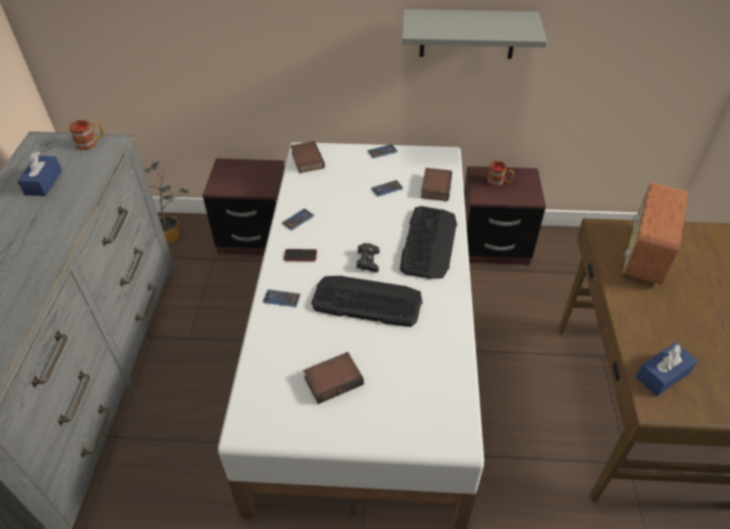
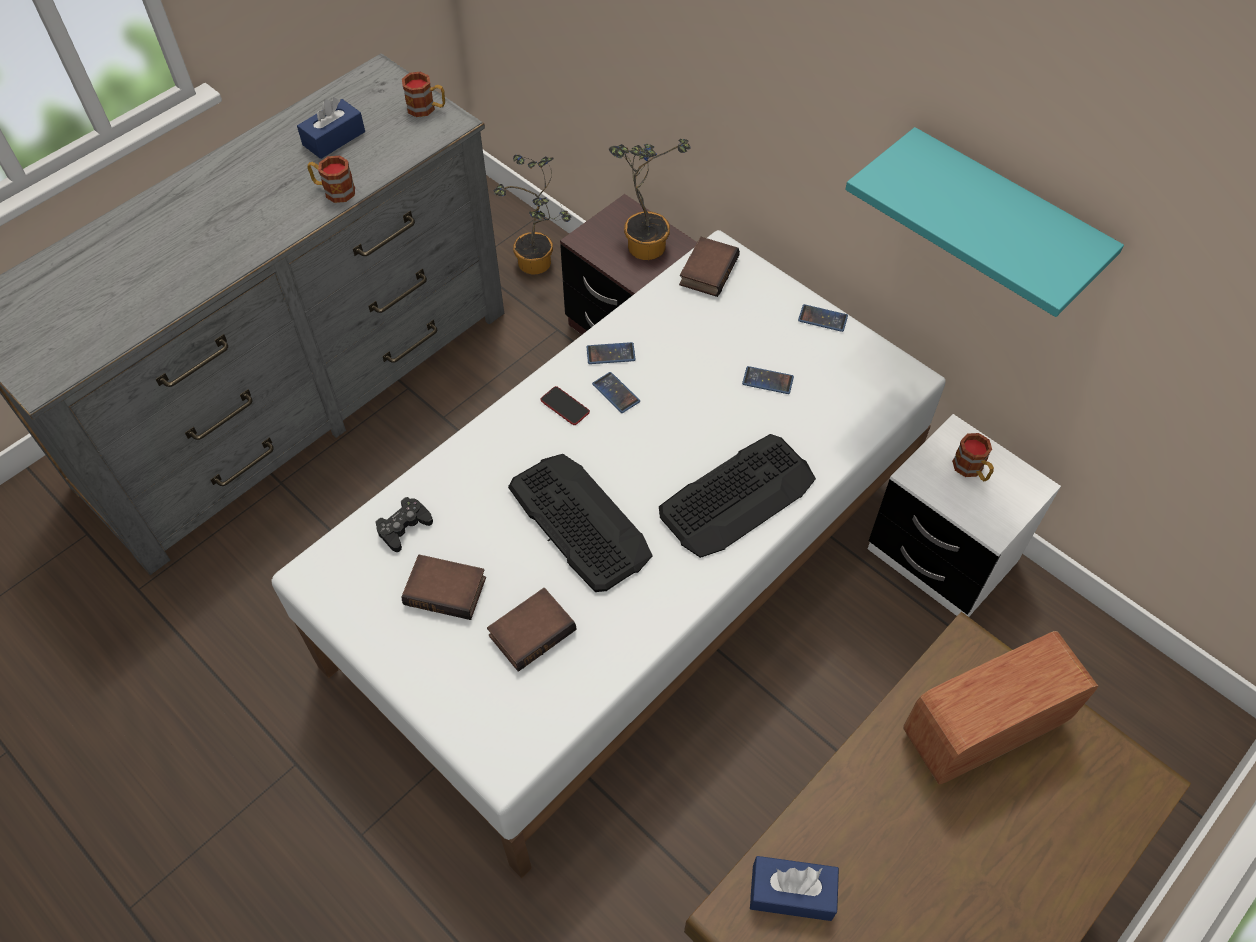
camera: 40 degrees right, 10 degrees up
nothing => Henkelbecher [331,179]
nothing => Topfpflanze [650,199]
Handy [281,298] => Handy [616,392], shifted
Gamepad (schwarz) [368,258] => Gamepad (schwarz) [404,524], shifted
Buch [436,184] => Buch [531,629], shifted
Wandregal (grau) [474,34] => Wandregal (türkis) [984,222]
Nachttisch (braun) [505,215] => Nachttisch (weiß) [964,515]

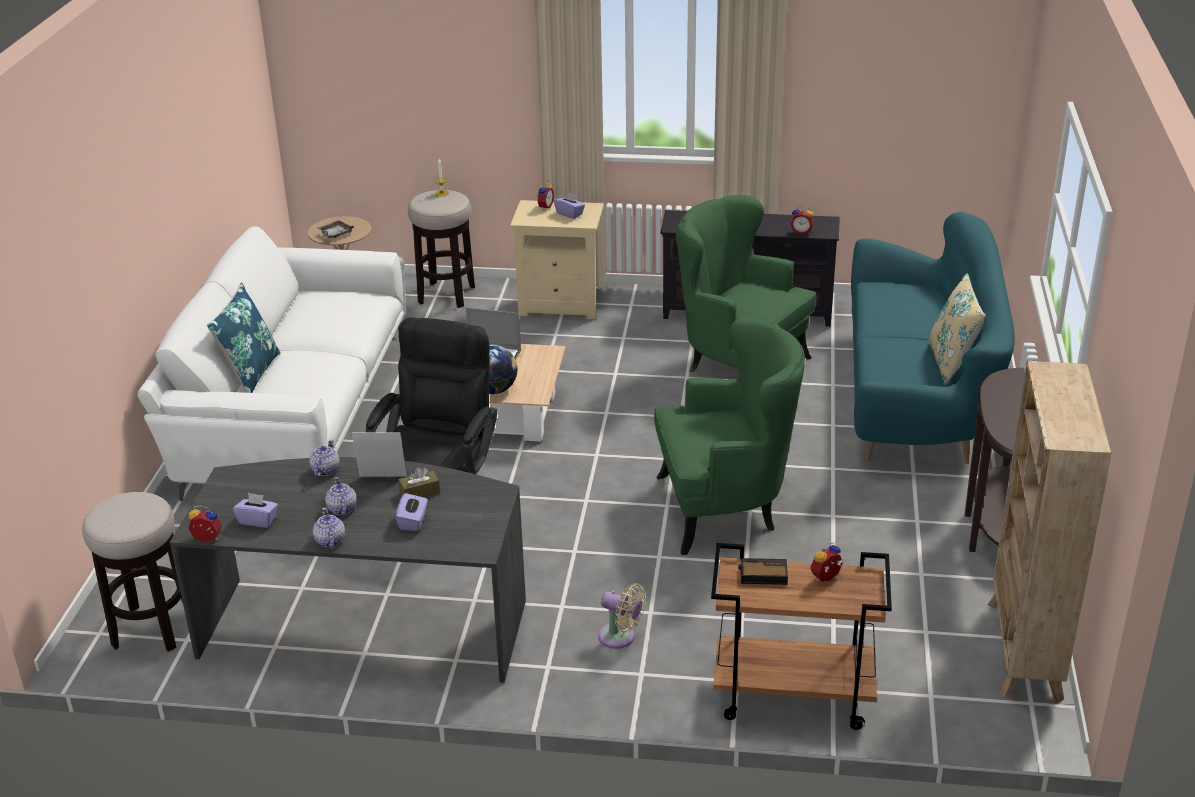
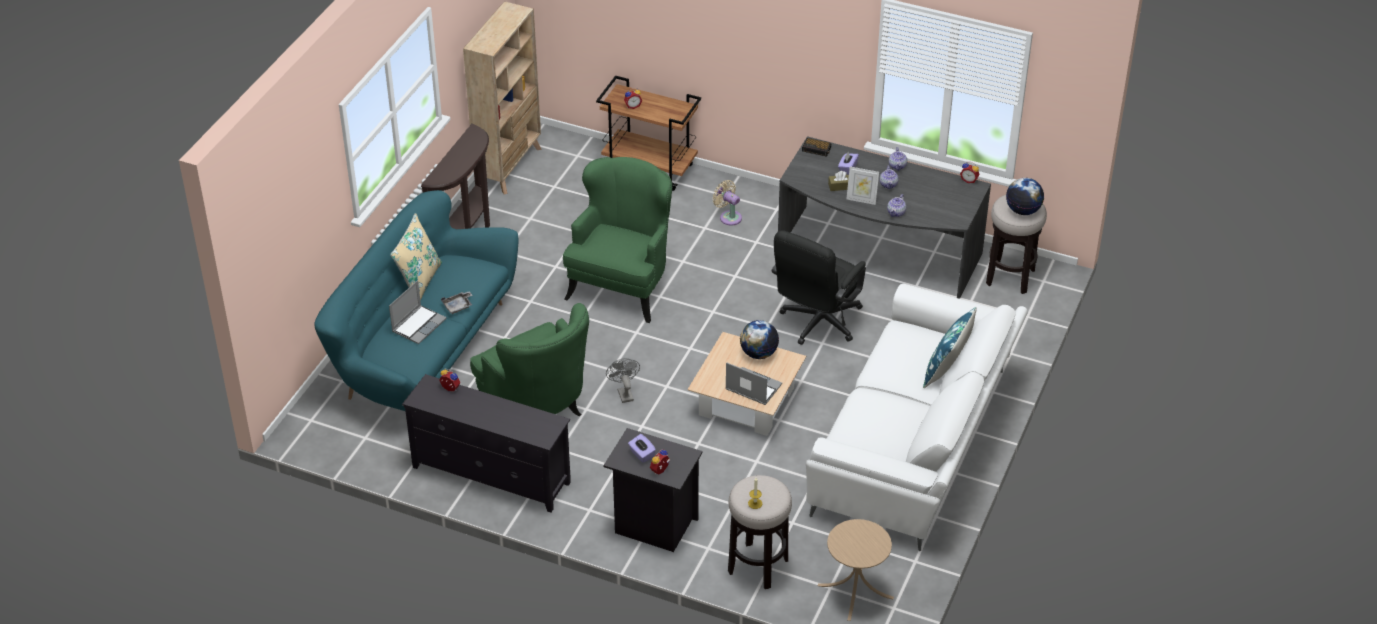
camera: 165 degrees left, 10 degrees up
Taschentuchbox (lila) [255,510] => nothing
nothing => Laptop [418,312]
nothing => Ventilator (grau) [623,380]
nothing => Globus [1025,196]
Tablett (grau) [336,229] => Tablett (grau) [457,302], shifted
Wecker [763,571] => Wecker [816,147], shifted
Nachttisch (beige) [557,259] => Nachttisch (schwarz) [653,490]
Sessel (grün) [729,435] => Sessel (grün) [617,240], 105 degrees clockwise

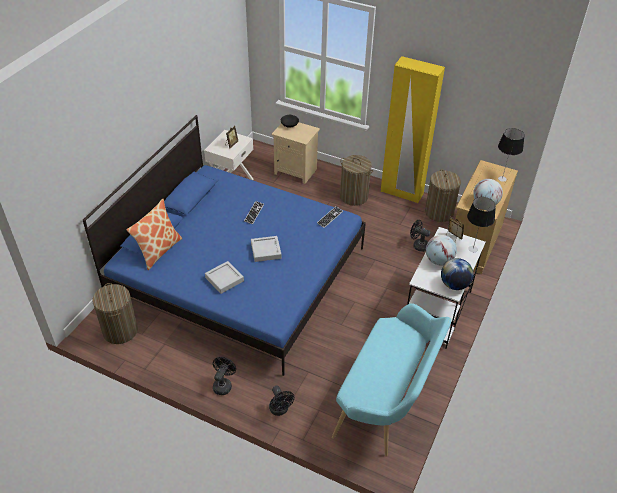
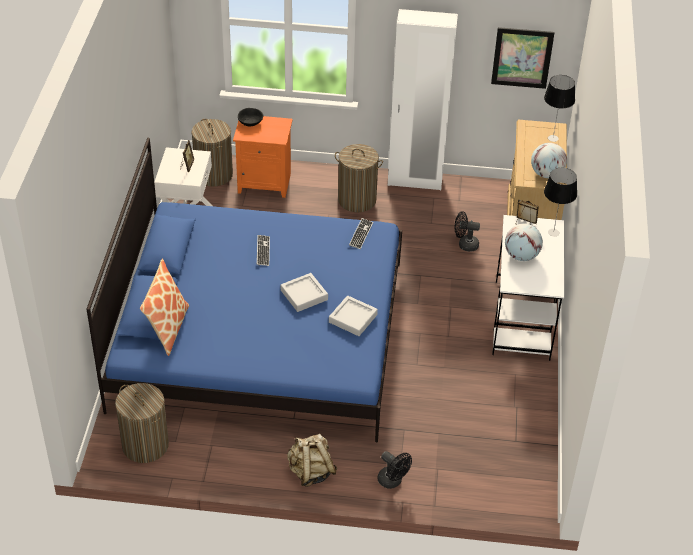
camera: 20 degrees left, 0 degrees up
Bank (türkis) [391,380] => nothing
Globus [457,274] => nothing
nothing => Bild [523,58]
Tablett (grau) [224,277] => Tablett (grau) [353,316], shifted
Wäschekorb [443,196] => Wäschekorb [212,153], shifted
Ventilator (schwarz) [224,376] => Rucksack (beige) [312,460]
Nachttisch (beige) [296,153] => Nachttisch (orange) [263,157]
Kleiderschrank (gelb) [413,129] => Kleiderschrank (weiß) [423,99]

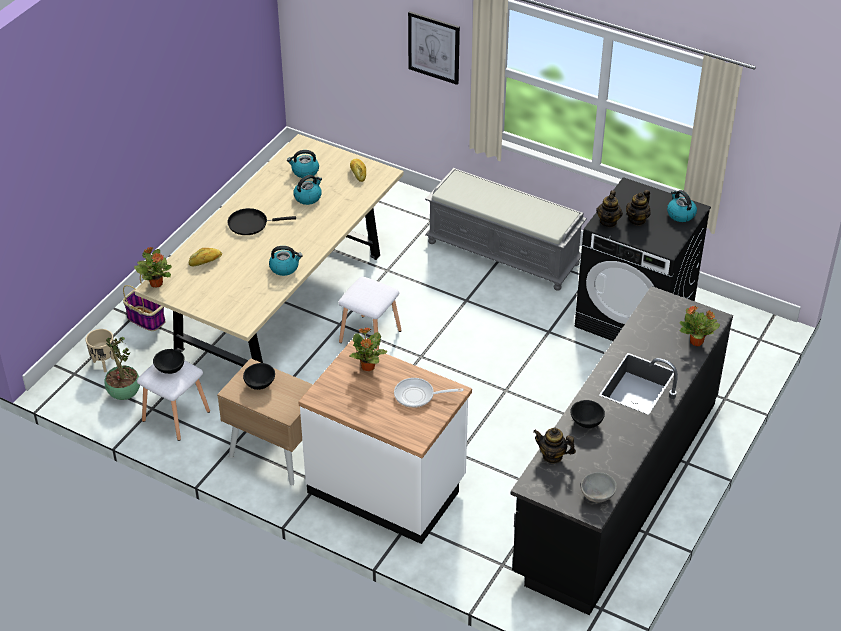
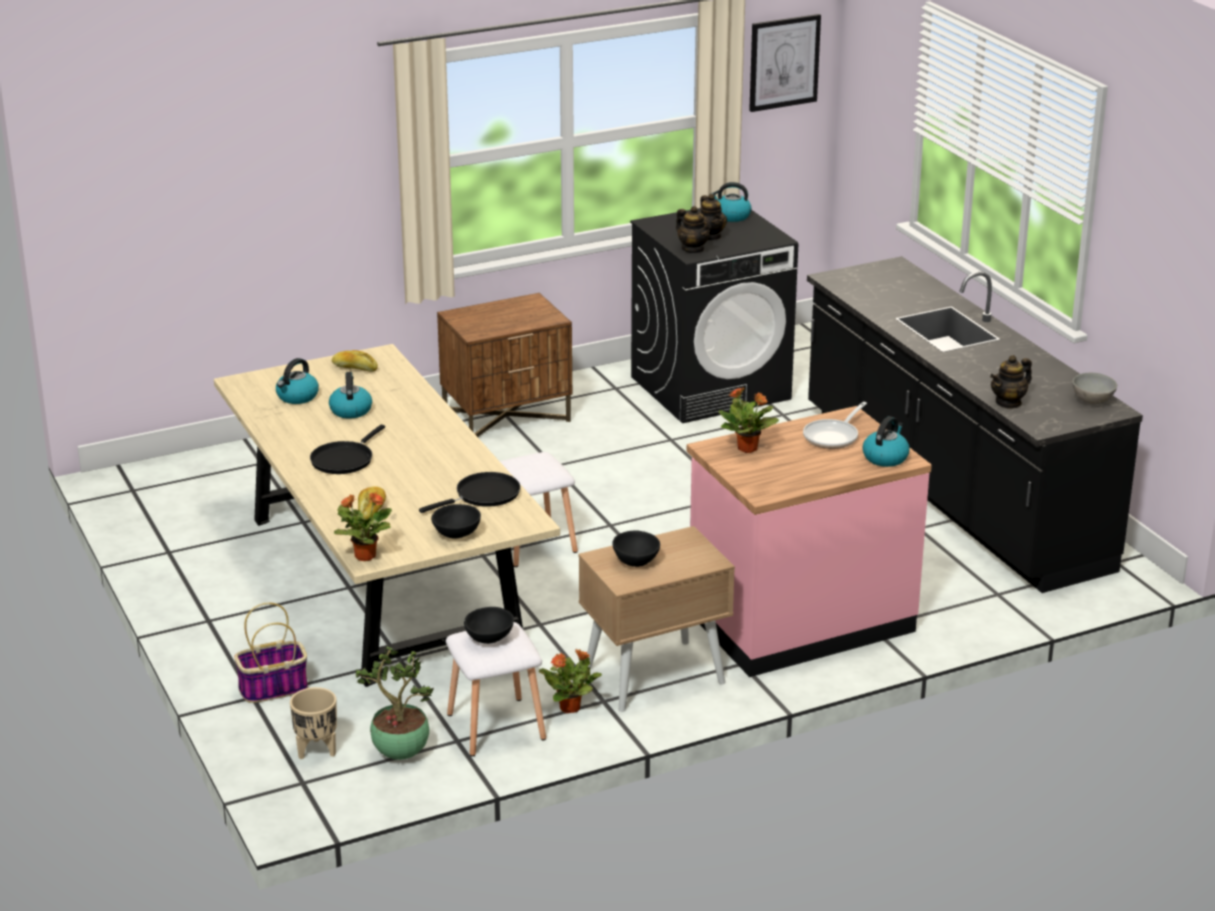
camera: 55 degrees left, 15 degrees down
nothing => Pfanne (schwarz) [469,492]
Wasserkessel [286,261] => Wasserkessel [886,441], shifted
Bild [434,48] => Bild [785,63], shifted
Schüssel (schwarz) [587,414] => Schüssel (schwarz) [456,521], shifted
Topfpflanze [700,326] => Topfpflanze [570,681], shifted
Bank (grau) [506,229] => Nachttisch (braun) [504,365]
Küchenzeile (weiß) [385,442] => Küchenzeile (rosa) [809,541]

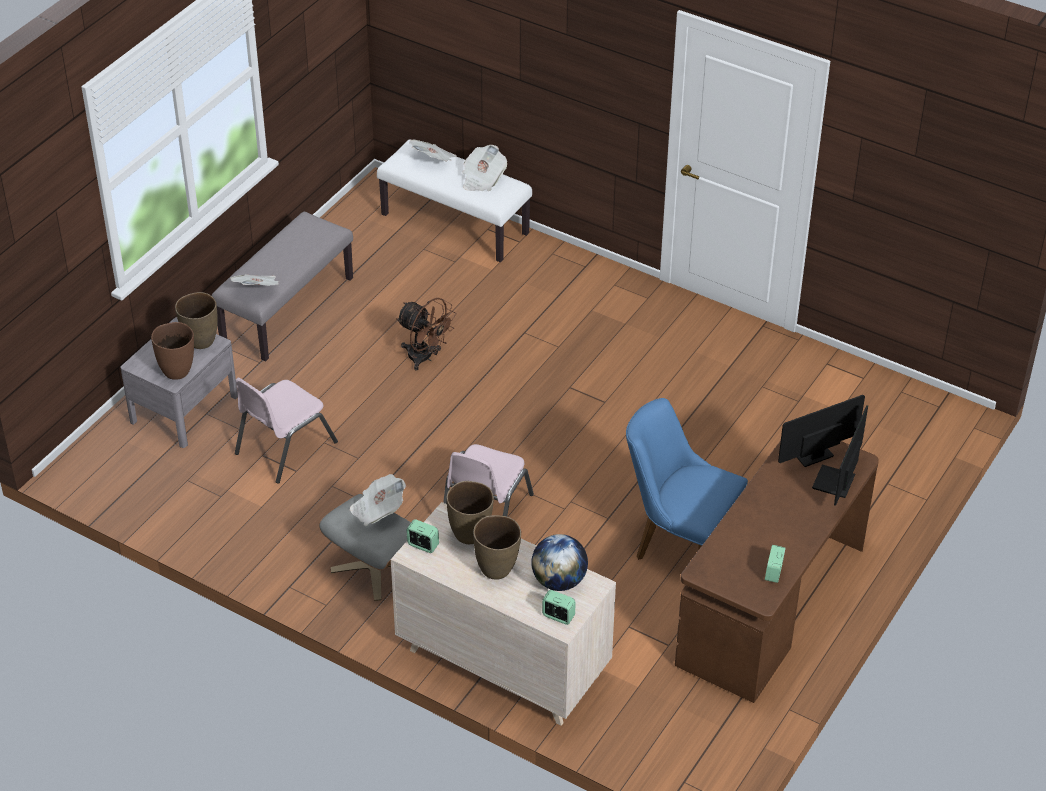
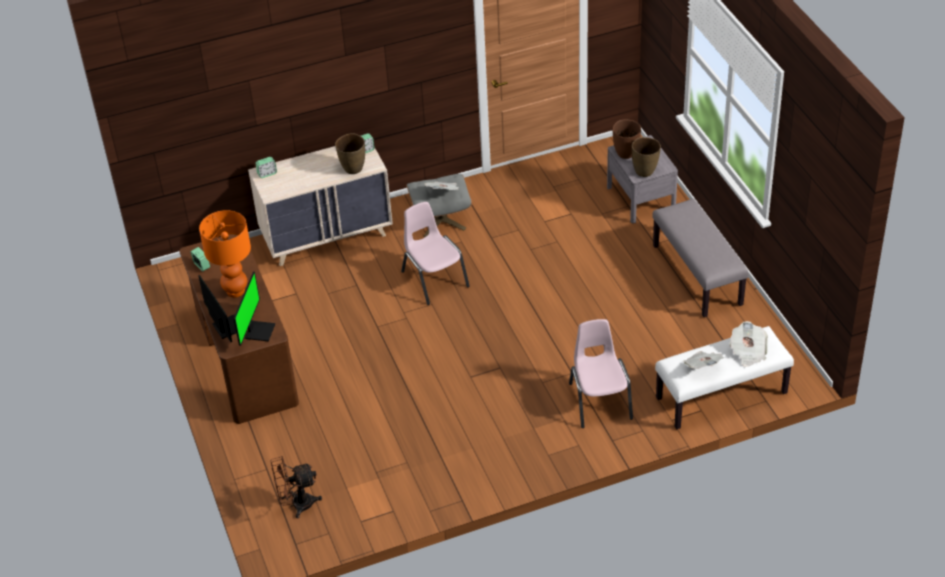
camera: 130 degrees right, 0 degrees up
Zeitung [254,280] => nothing
Vase (braun) [497,547] => nothing
Globus [559,562] => nothing
Stuhl (blau) [687,479] => nothing
nothing => Tischlampe (orange) [225,253]
Stuhl (rosa) [286,431] => Stuhl (rosa) [601,373], shifted
Ventilator (braun) [426,334] => Ventilator (braun) [296,487], shifted

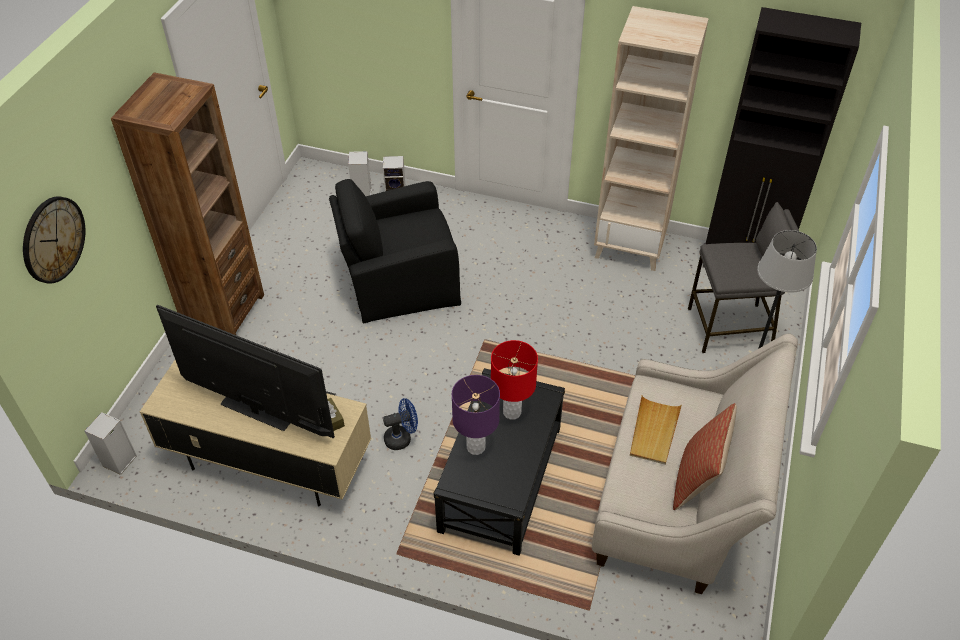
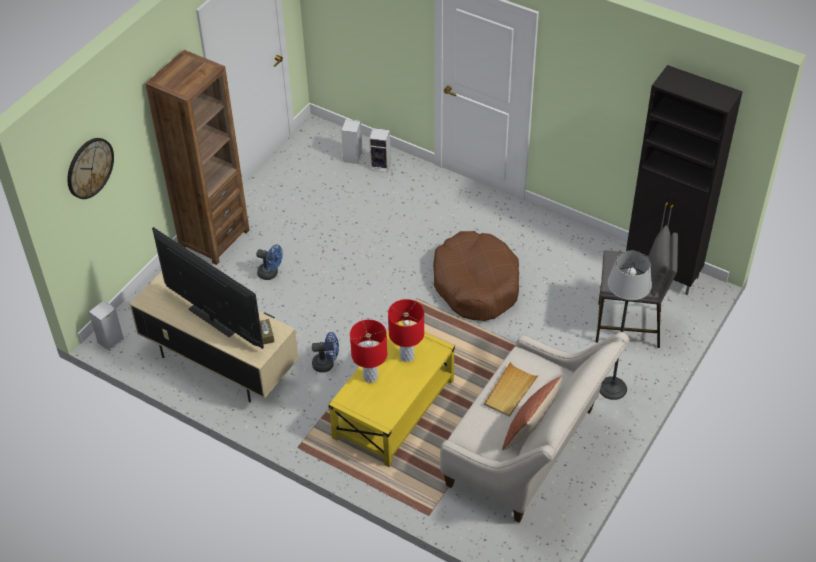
camera: 15 degrees right, 0 degrees up
Sessel (schwarz) [395,251] => nothing
Bücherregal (beige) [651,138] => nothing
nothing => Ventilator (blau) [269,262]
nothing => Hundebett (braun) [476,276]
Couchtisch (schwarz) [499,462] => Couchtisch (gelb) [391,394]
Tischlampe (lila) [476,415] => Tischlampe (rot) [368,351]

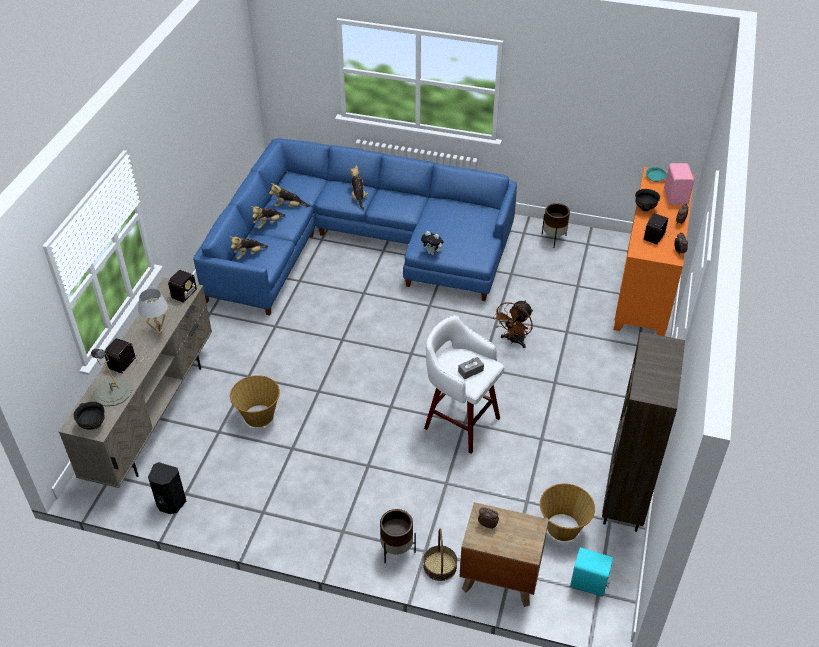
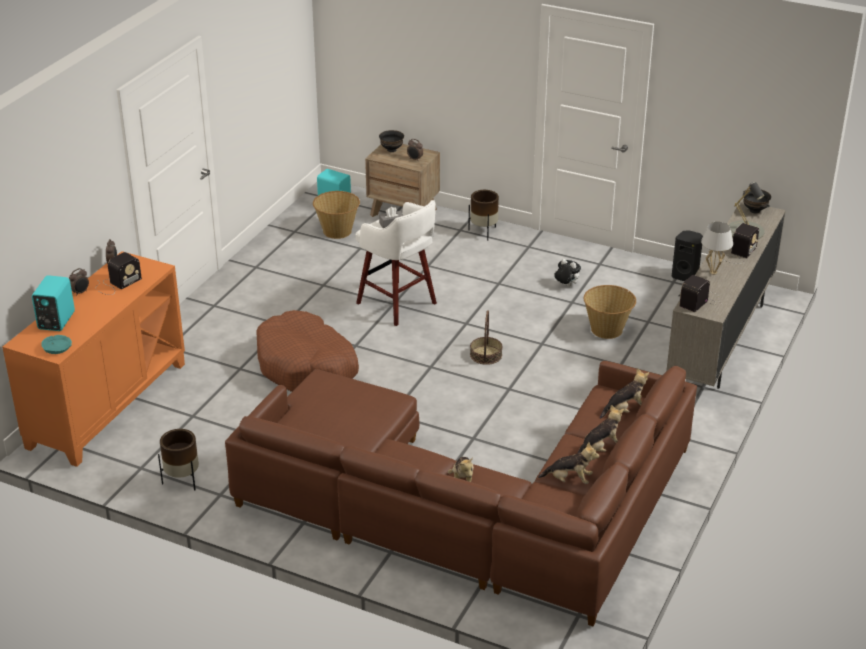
camera: 170 degrees left, 10 degrees down
Bücherregal (braun) [643,432] => nothing
Plüschtier [432,243] => Plüschtier [567,273], shifted
Korb [440,555] => Korb [486,337], shifted
Schüssel (schwarz) [647,200] => Schüssel (schwarz) [391,141], shifted
Ventilator (braun) [513,324] => Hundebett (braun) [307,351]
Sofa (blau) [355,226] => Sofa (braun) [461,493]
Lautsprecher (rosa) [679,184] => Lautsprecher (türkis) [53,303]

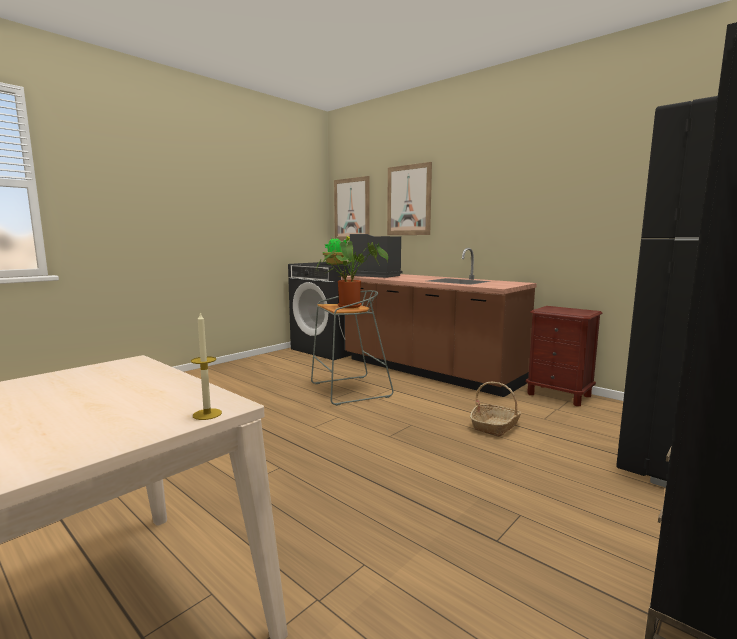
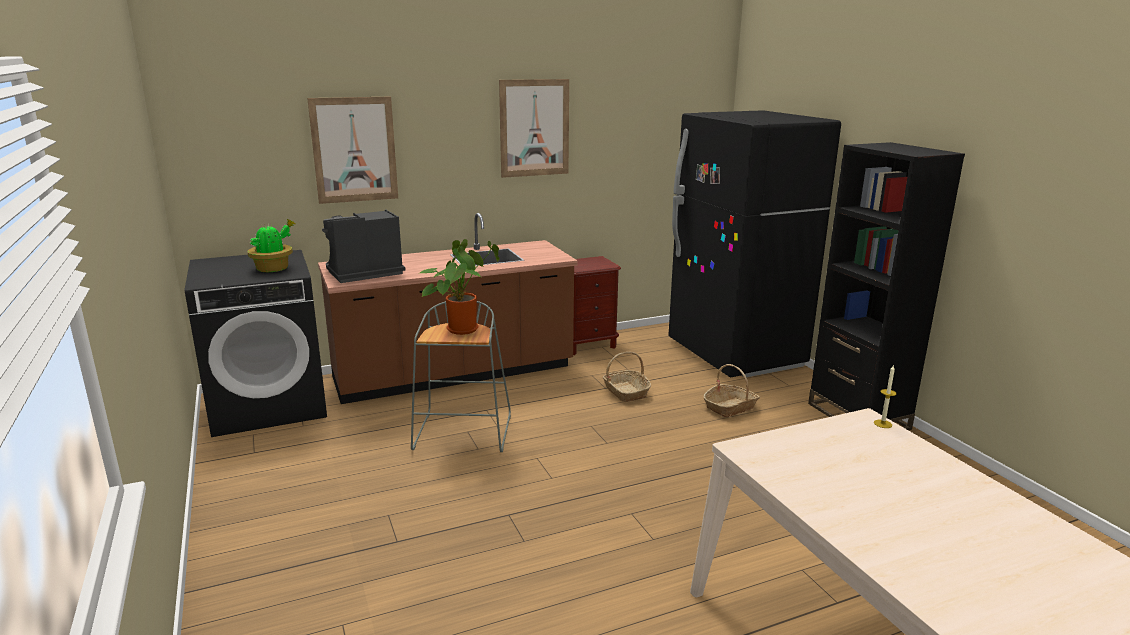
camera: 65 degrees left, 10 degrees up
nothing => Korb [731,391]
Bild [352,208] => Bild [534,128], shifted

